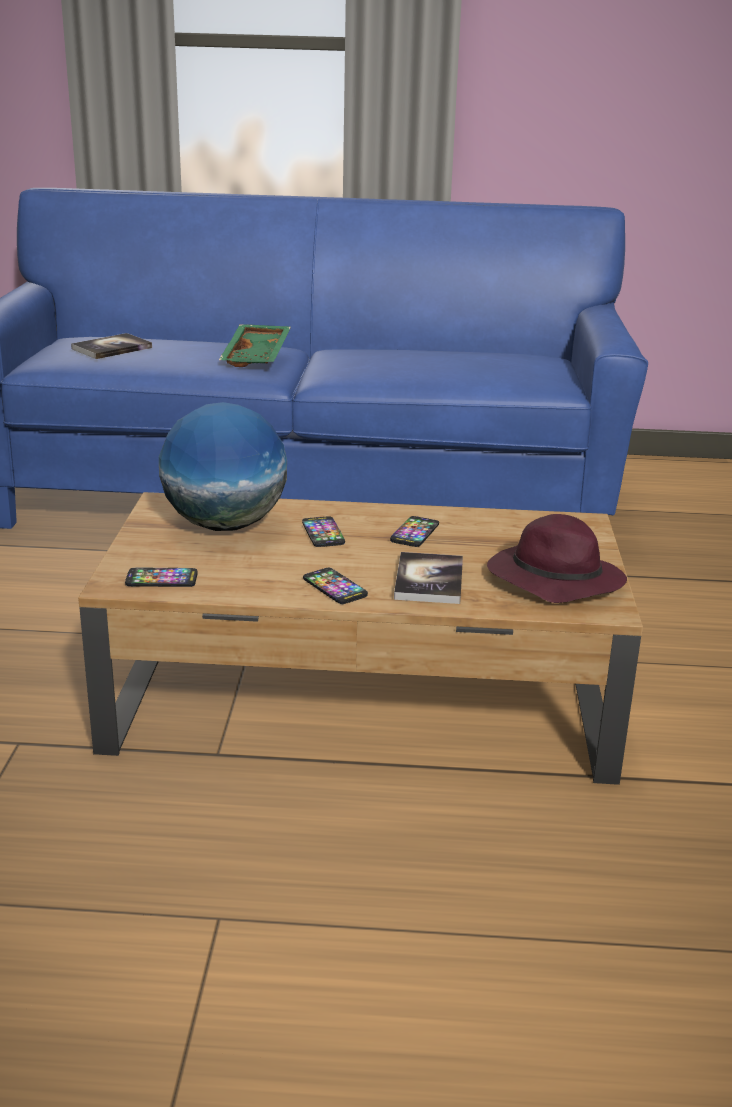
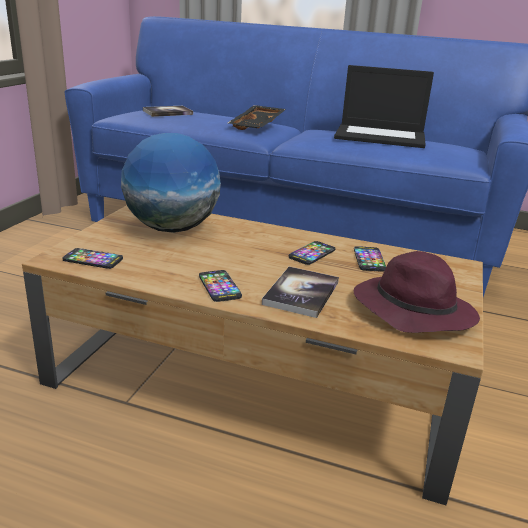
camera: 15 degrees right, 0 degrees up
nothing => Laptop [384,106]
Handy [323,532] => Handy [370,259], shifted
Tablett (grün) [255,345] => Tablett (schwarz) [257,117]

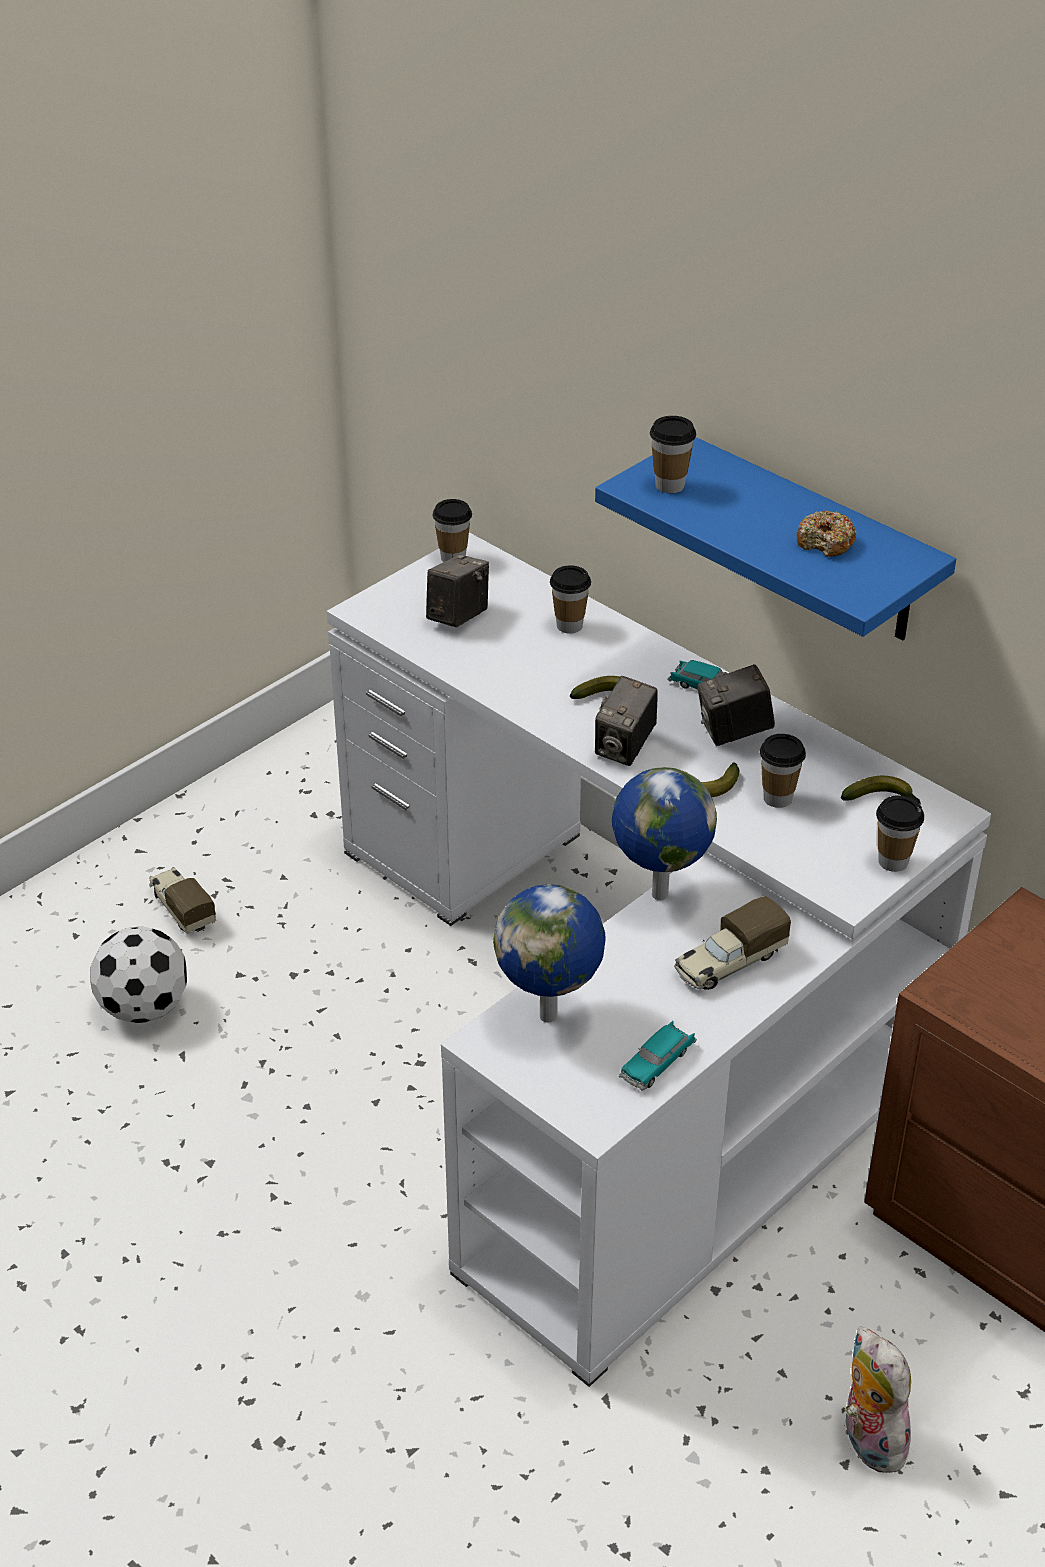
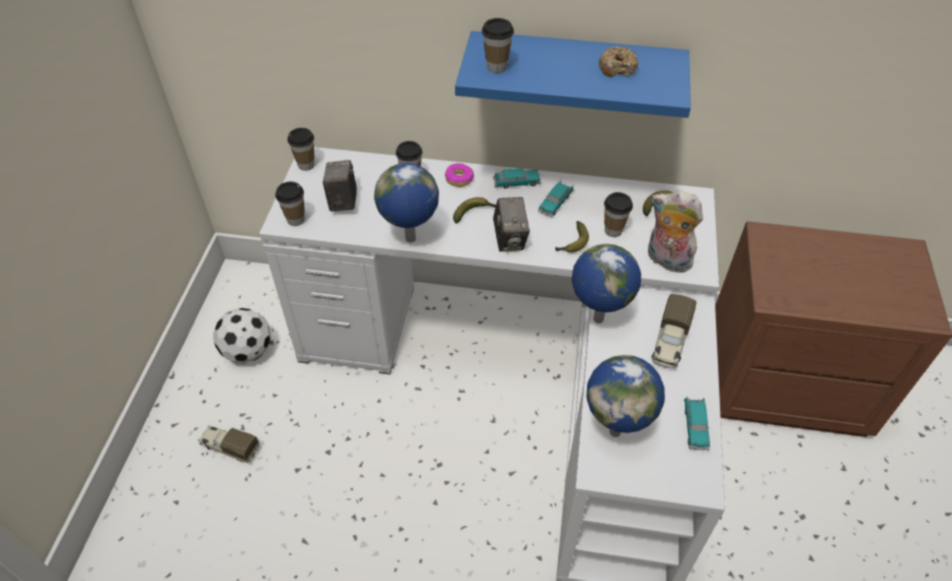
camera: 35 degrees left, 10 degrees up
nothing => Globus [406,203]
nothing => Donut [459,175]
Fußball [138,974] => Fußball [242,336], shifted
Plüschtier [877,1399] => Plüschtier [675,231], shifted
Tasse [900,833] => Tasse [290,204], shifted
Kamera [736,705] => Spielzeugauto [556,199]

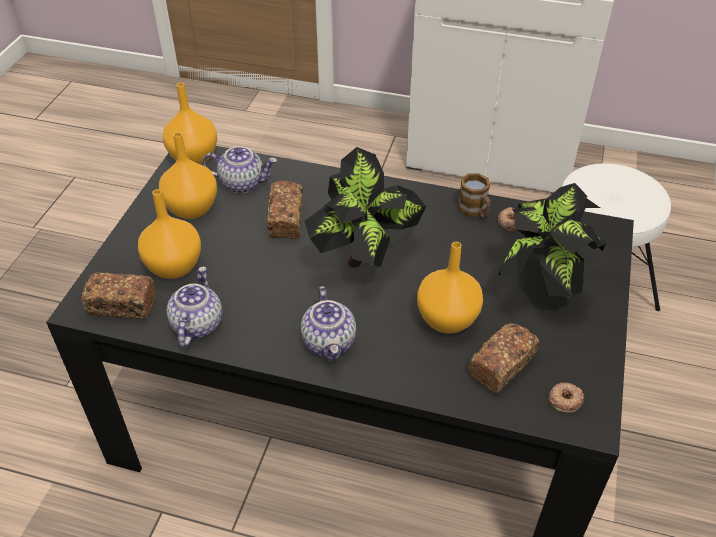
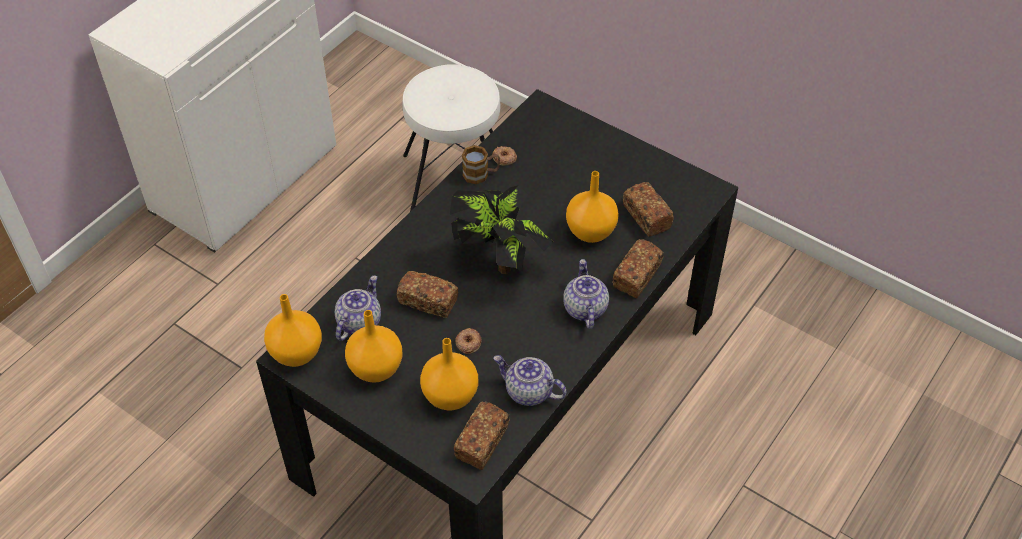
camera: 70 degrees left, 5 degrees up
Topfpflanze [552,239] => nothing
nothing => Brot [638,268]
Donut [566,397] => Donut [468,341], shifted
Teekanne [328,324] => Teekanne [586,294], 105 degrees counterclockwise

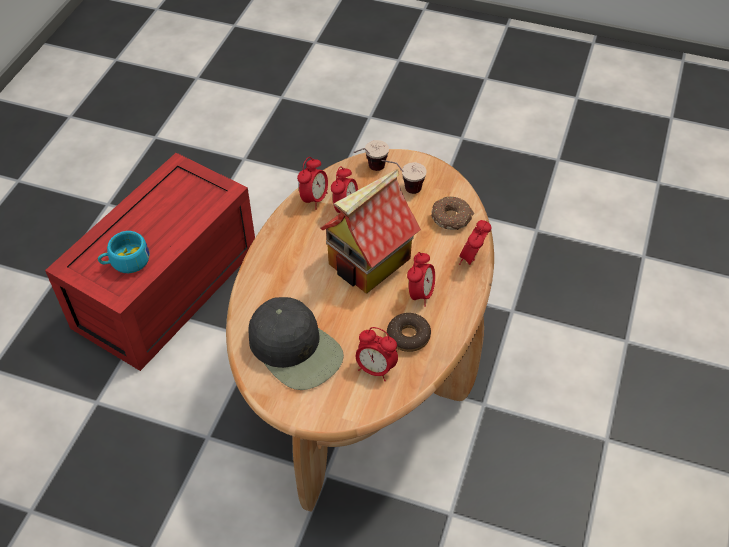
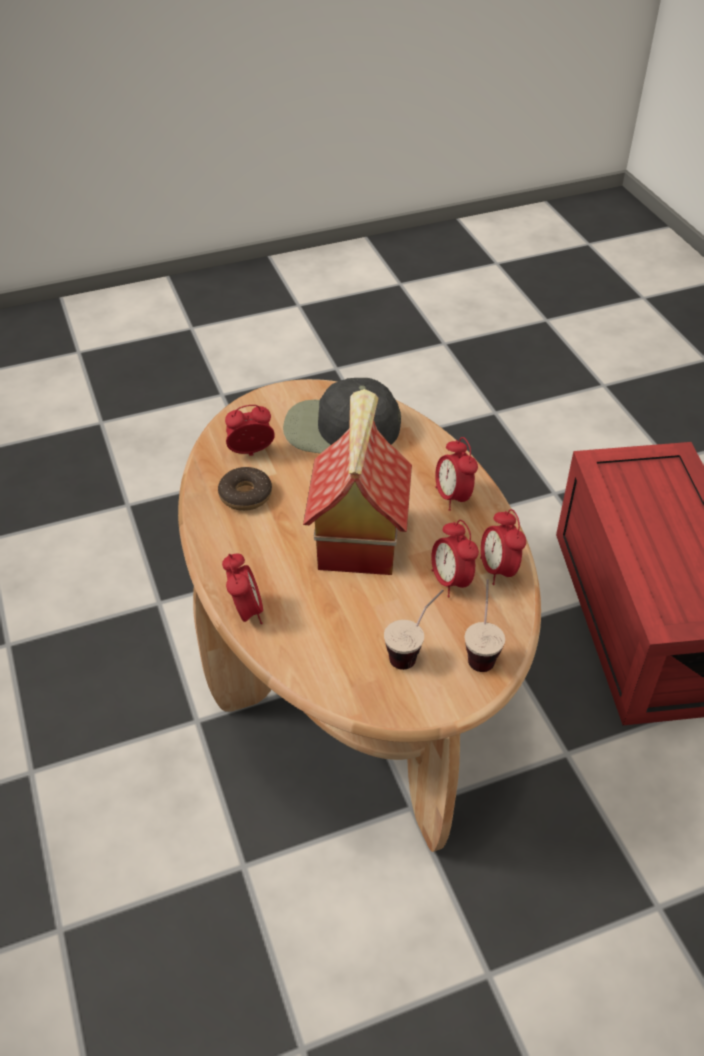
camera: 140 degrees right, 5 degrees down
Tasse (türkis) [124,252] => nothing
Donut [452,213] => nothing
Wecker [421,279] => Wecker [456,474], shifted

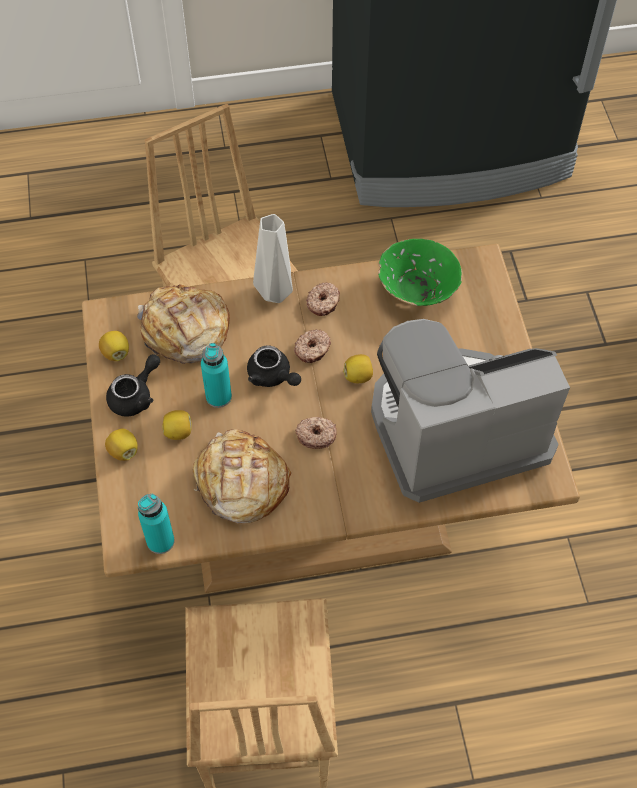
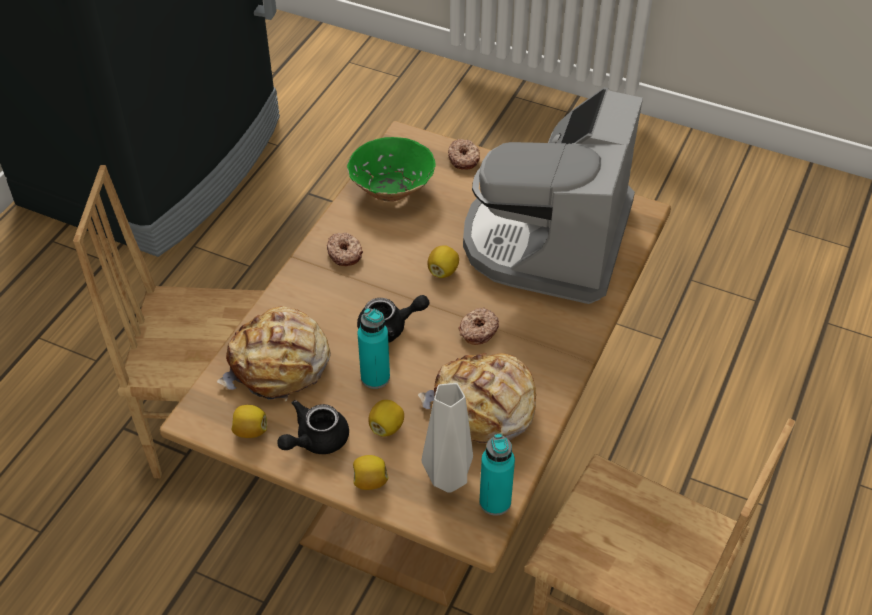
camera: 55 degrees left, 10 degrees down
Vase (grau) [273,258] => Vase (grau) [447,438], shifted
Donut [312,346] => Donut [464,154], shifted
Teekanne (schwarz) [133,385] => Teekanne (schwarz) [313,427], 120 degrees counterclockwise

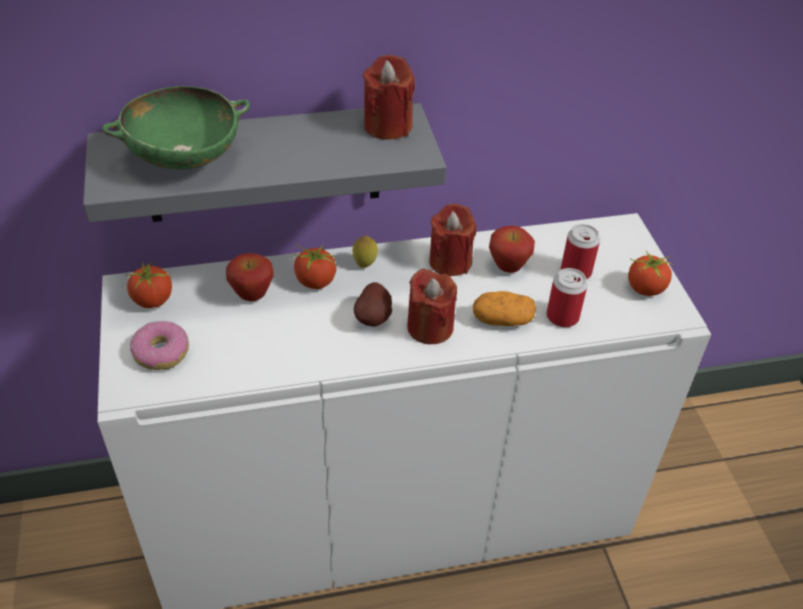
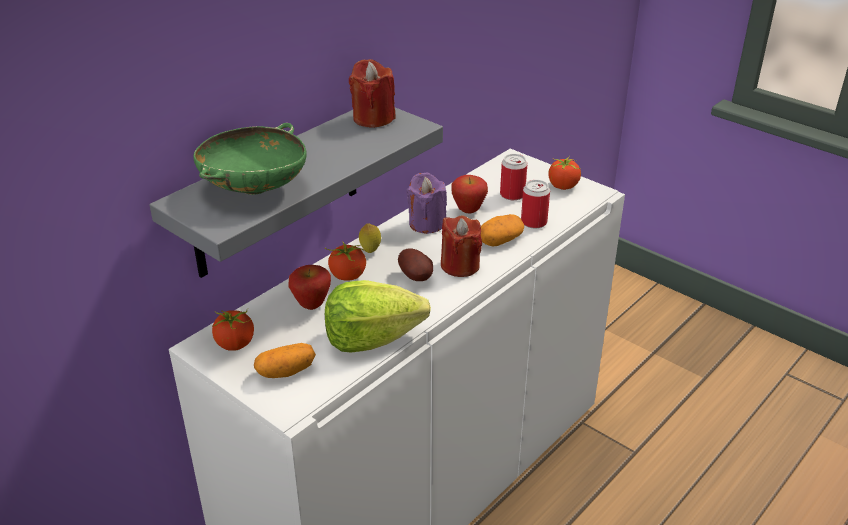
camera: 35 degrees left, 10 degrees down
nothing => Salatkopf [378,316]
Donut [159,345] => Kartoffel [285,360]
Kerze (rot) [452,240] => Kerze (lila) [426,203]

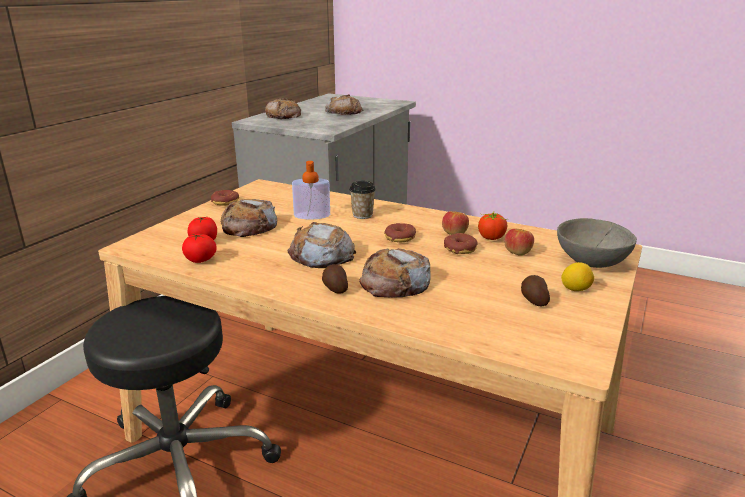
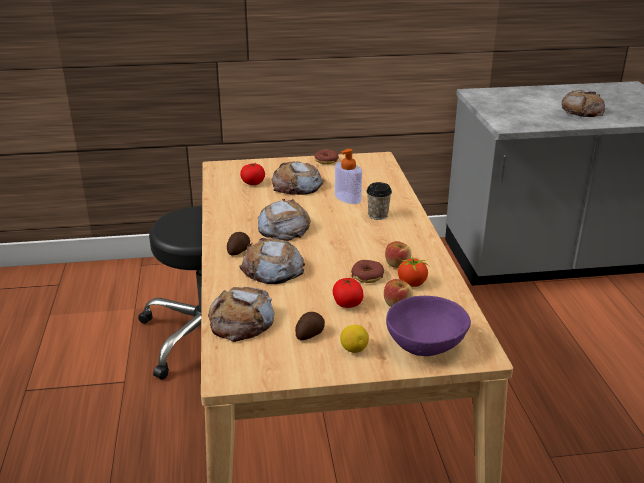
camera: 55 degrees right, 5 degrees up
Donut [400,232] => nothing
Tomate [199,248] => Tomate [348,292], shifted
Brot [283,108] => Brot [241,314], shifted
Schüssel (grau) [597,243] => Schüssel (lila) [428,326]

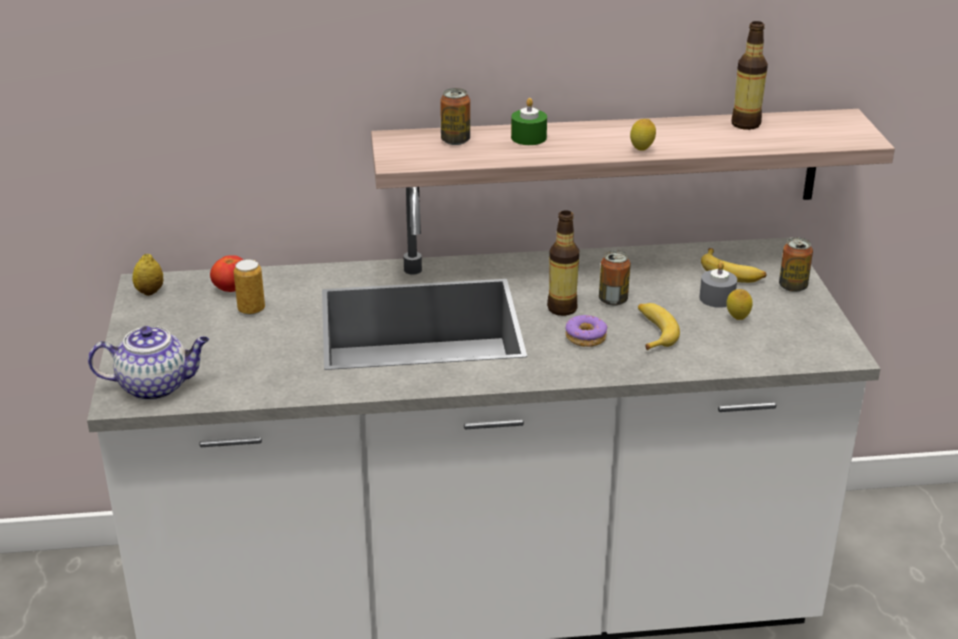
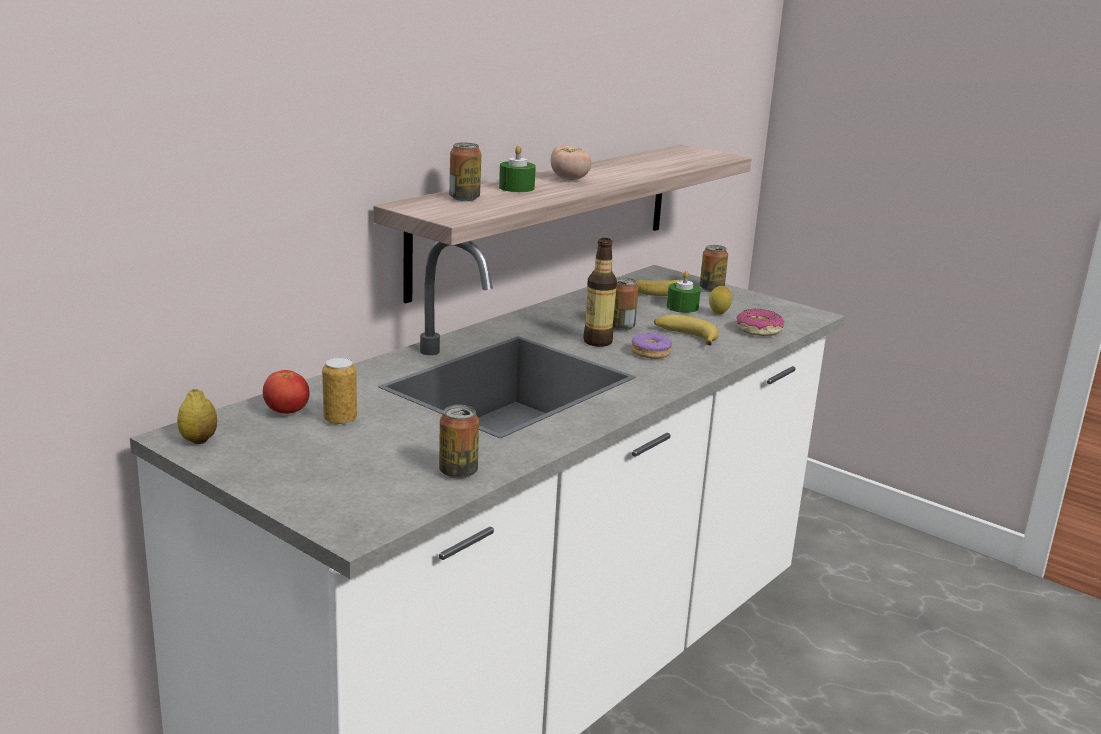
camera: 45 degrees left, 10 degrees down
Teekanne [148,363] => nothing
Zitrone [643,135] => nothing
Flasche [749,75] => nothing
nothing => Dose [459,442]
nothing => Tomate [571,162]
nothing => Donut [760,322]
Kerze (grau) [718,284] => Kerze (grün) [684,292]

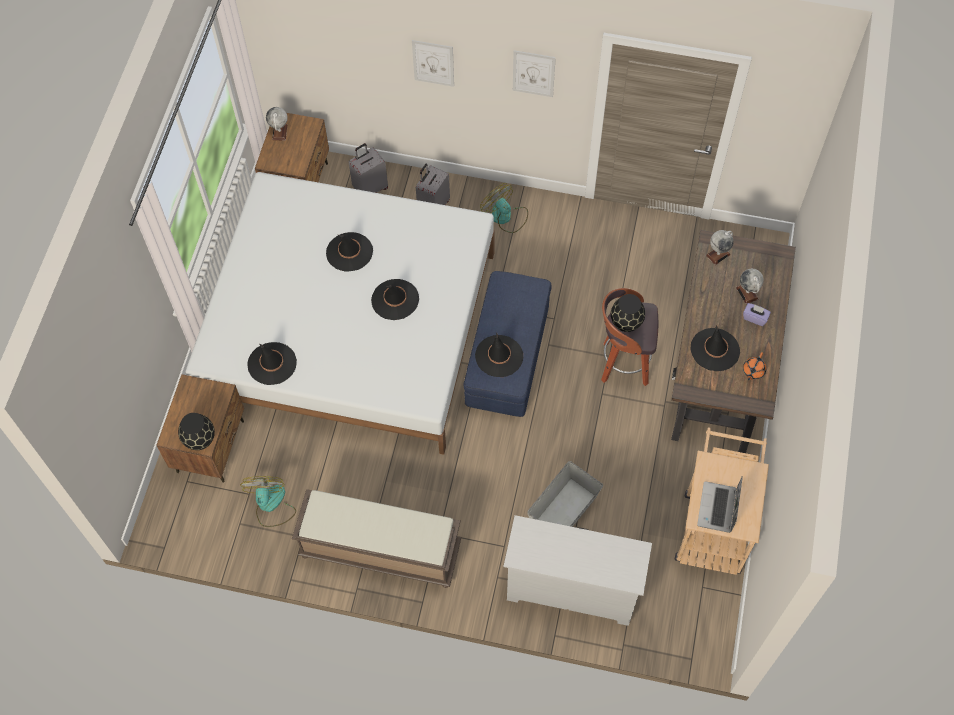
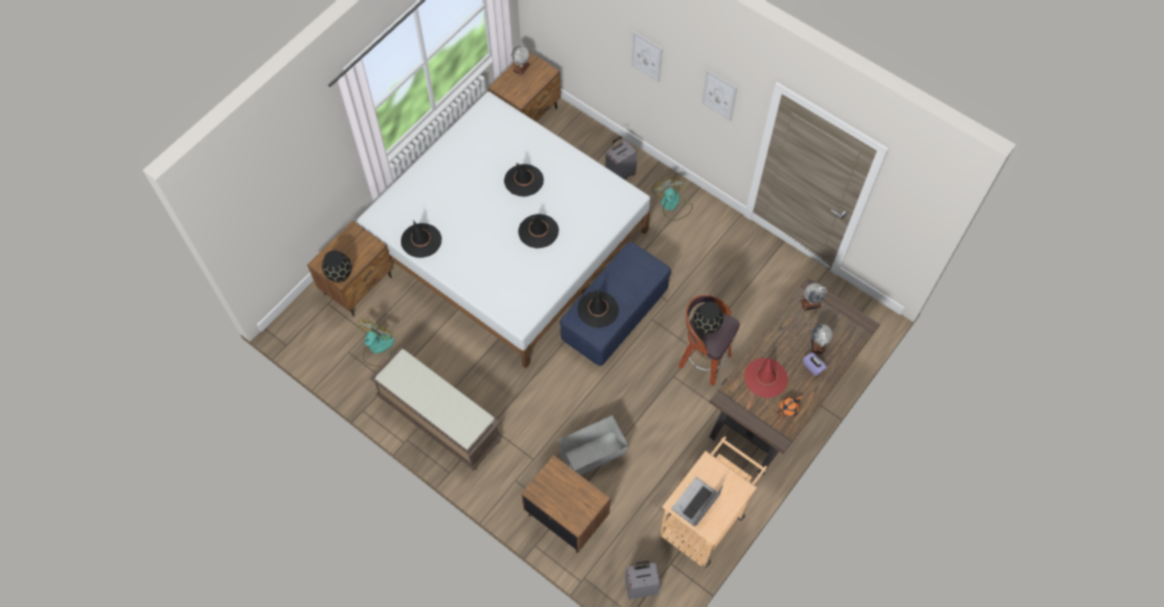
camera: 25 degrees right, 0 degrees up
Koffer (grau) [368,168] => Koffer (grau) [643,580], shifted
Kommode (weiß) [578,570] => Nachttisch (braun) [566,504]
Hut (schwarz) [715,348] => Hut (rot) [766,377]

